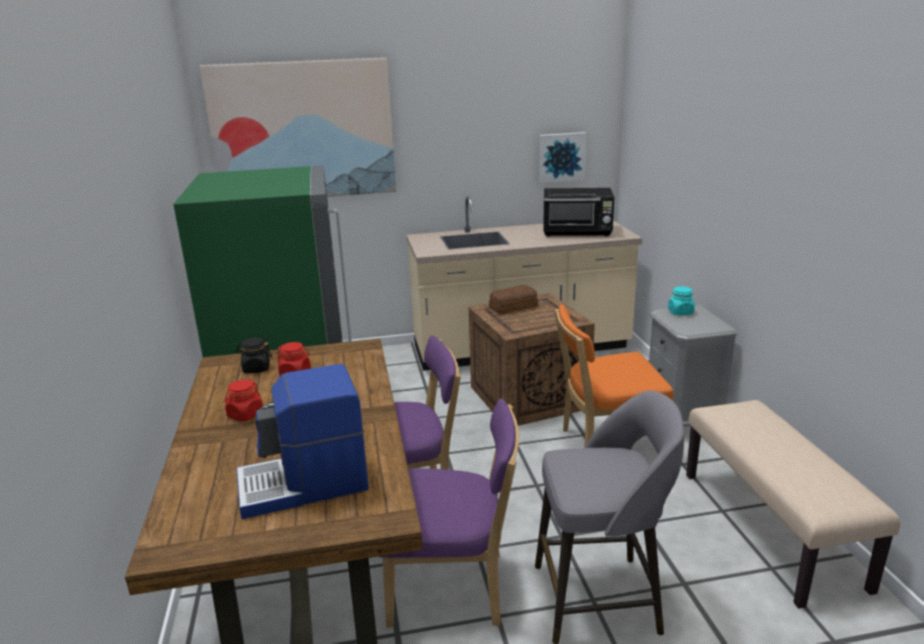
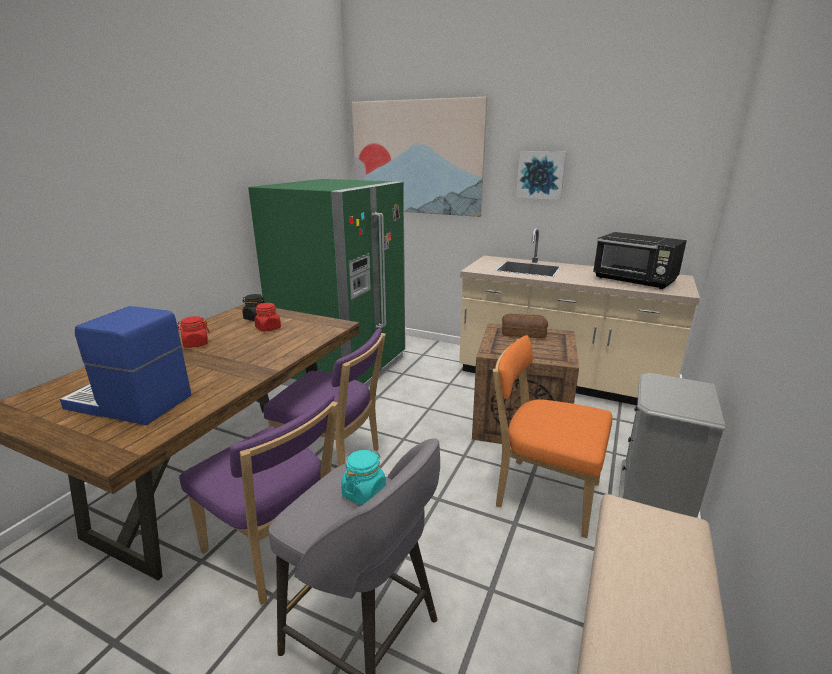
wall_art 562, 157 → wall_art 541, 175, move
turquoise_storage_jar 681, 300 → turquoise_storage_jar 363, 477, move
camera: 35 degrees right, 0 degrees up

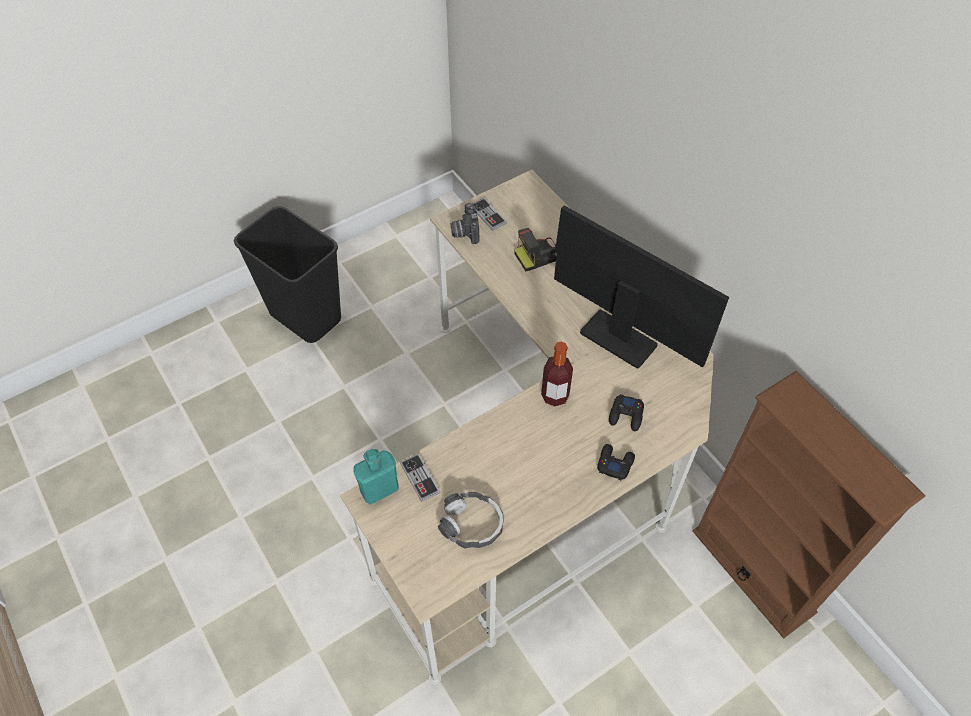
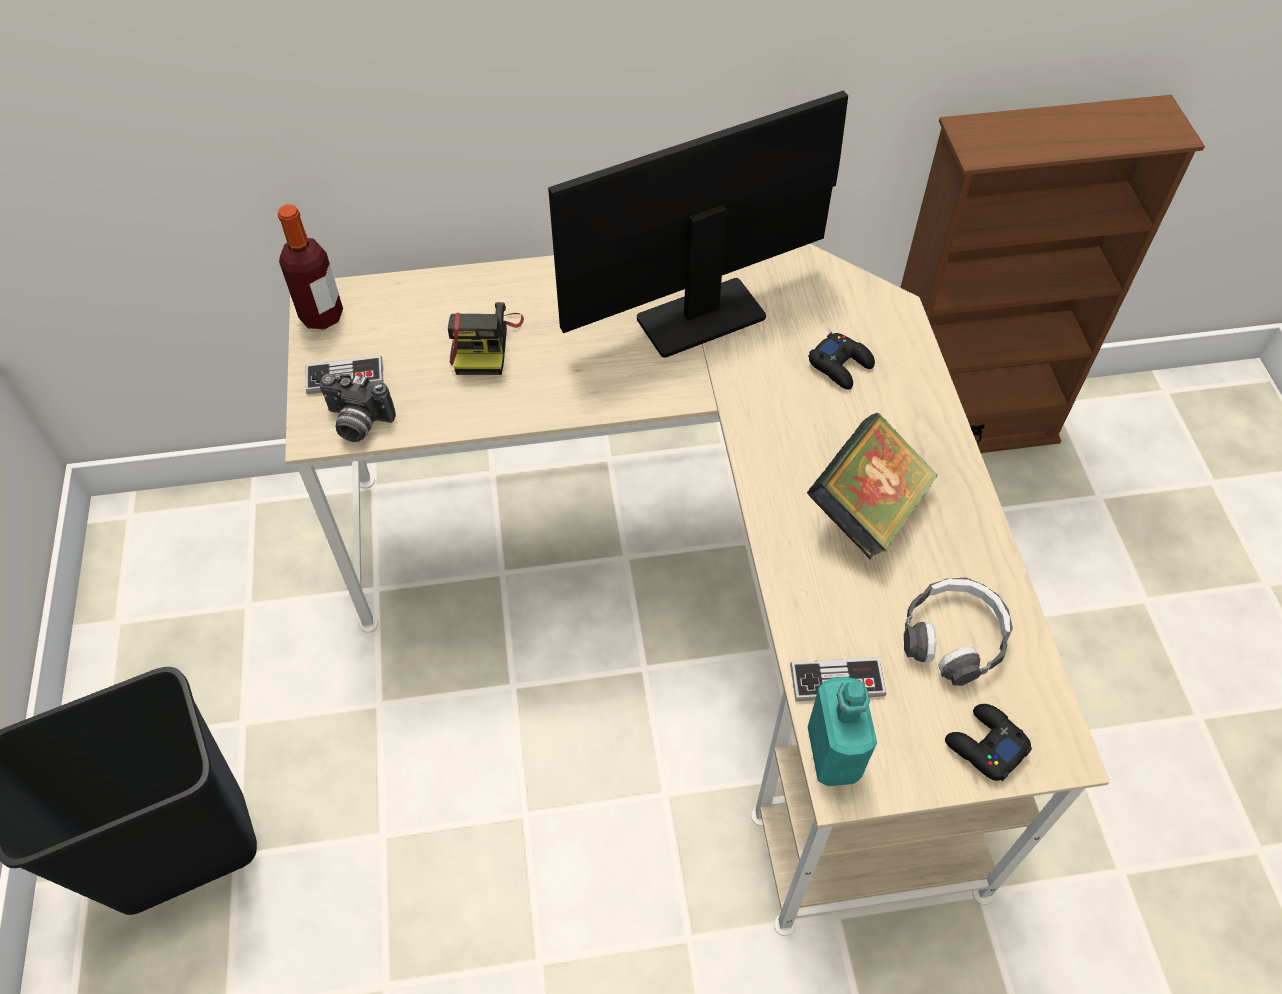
beverage_bottle 557, 374 → beverage_bottle 310, 267, move
black-coloured_game_controller 616, 462 → black-coloured_game_controller 989, 742, move
- → bound_book 872, 486
camera: 65 degrees left, 0 degrees up

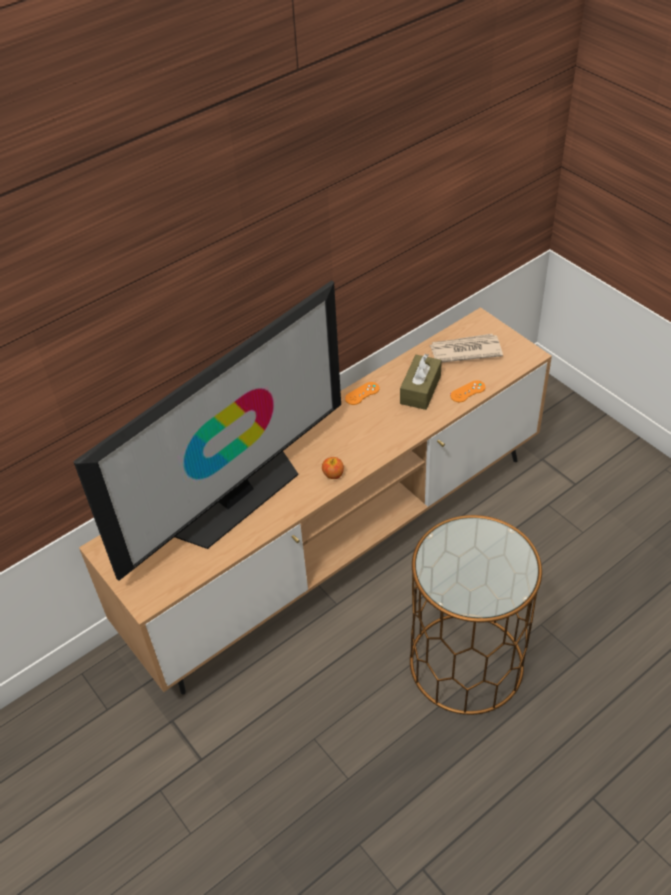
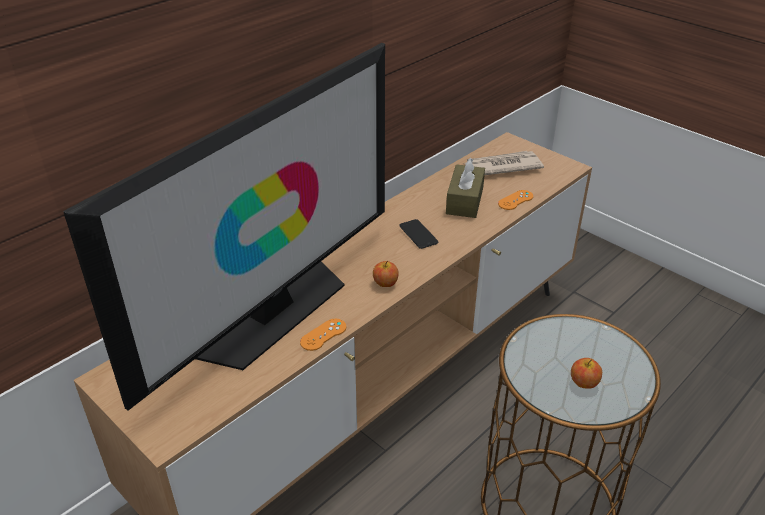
orange-coloured_game_controller 362, 393 → orange-coloured_game_controller 323, 335, move
- → phone 418, 234
- → whole_apple 586, 373
camera: 10 degrees left, 10 degrees down

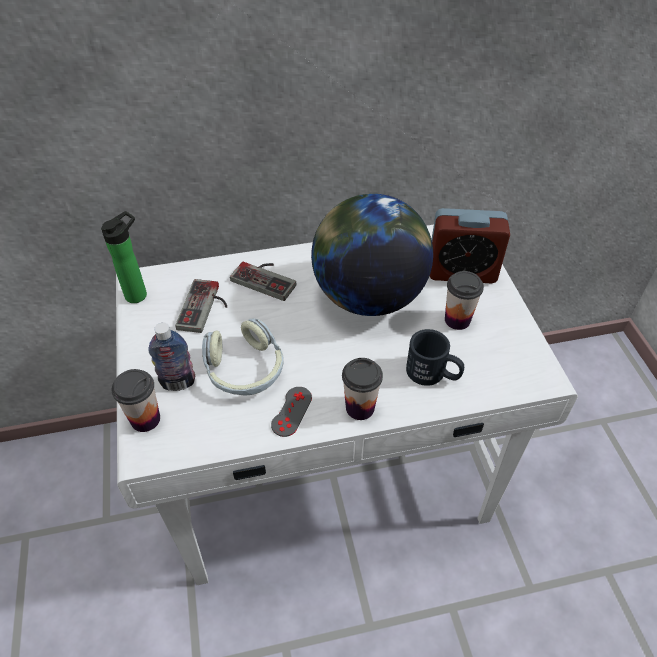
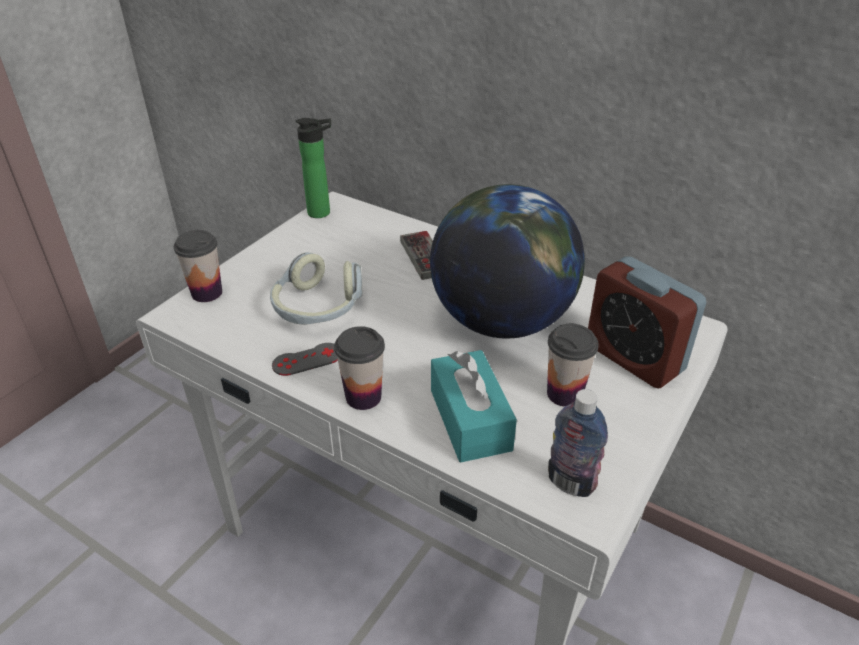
game_controller 201, 306 → -
beverage_bottle 172, 357 → beverage_bottle 578, 443, move
black-coloured_mug 435, 357 → turquoise_tissue_holder 474, 406
camera: 45 degrees right, 10 degrees down

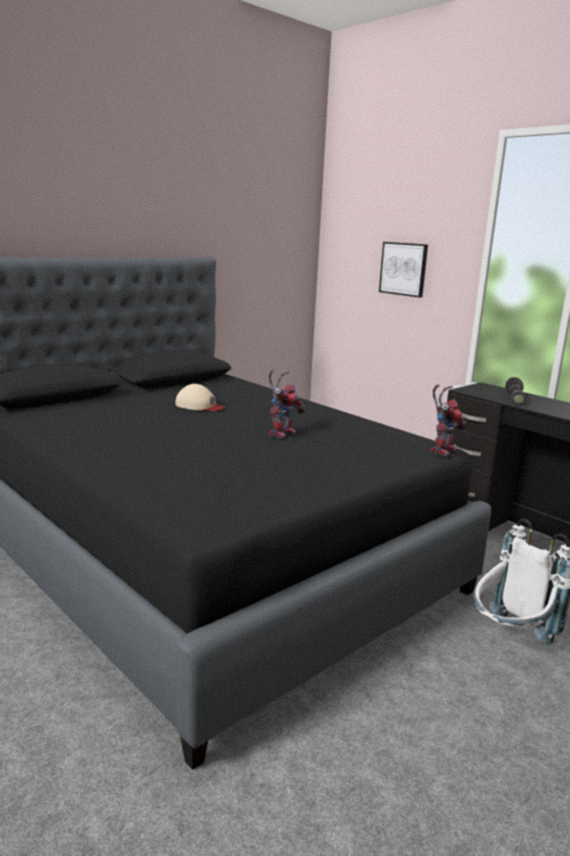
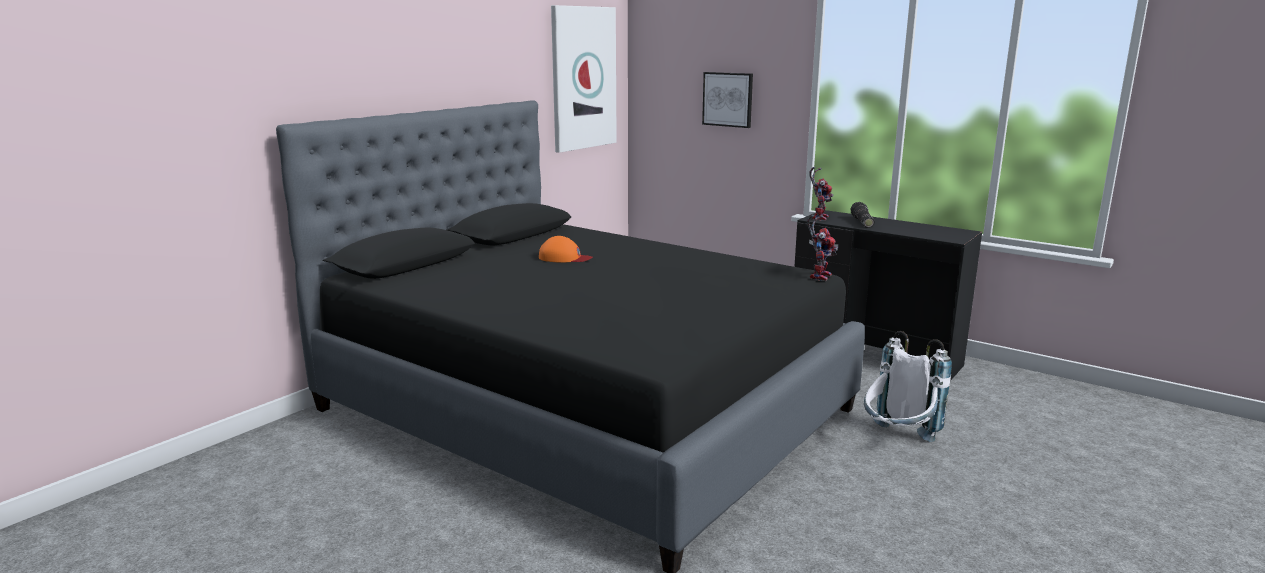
toy_robot 287, 404 → toy_robot 821, 194, move
beige_baseball_cap 200, 397 → orange-coloured_baseball_cap 565, 249
- → wall_art 584, 79
camera: 10 degrees left, 0 degrees up

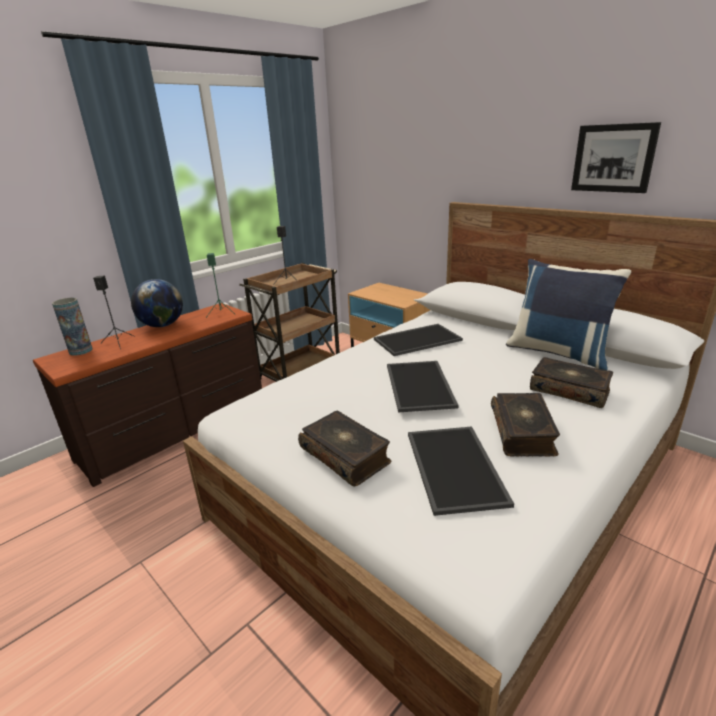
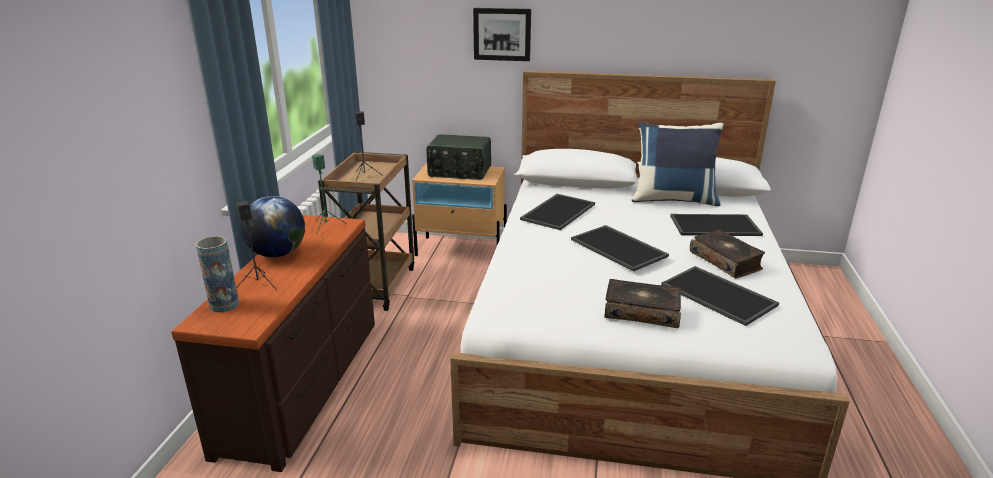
wall_art 616, 157 → wall_art 502, 34, move
bound_book 571, 382 → serving_tray 716, 225
- → radio_receiver 458, 157
camera: 35 degrees left, 0 degrees up

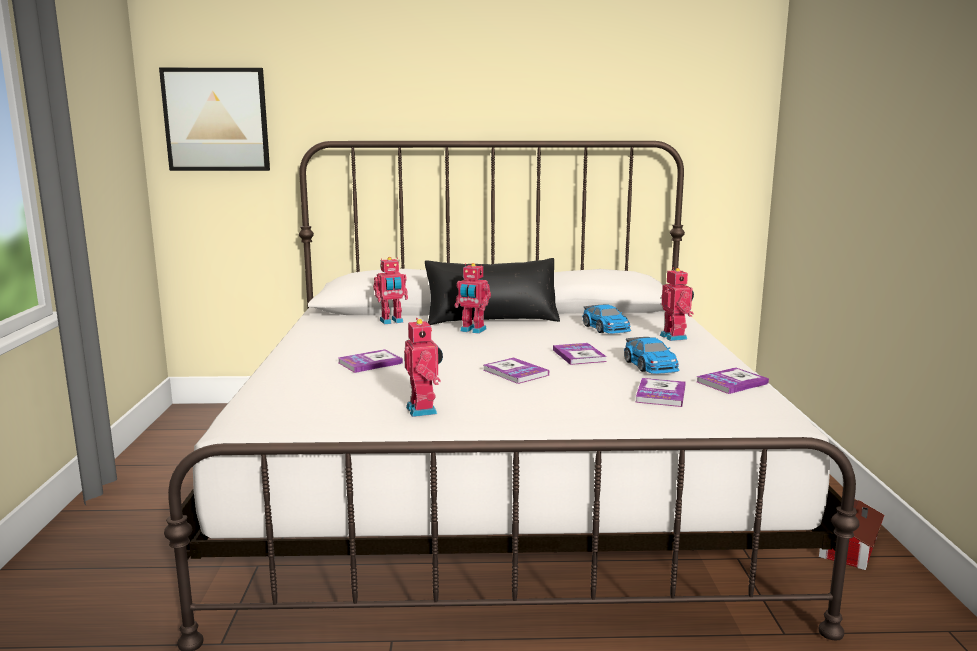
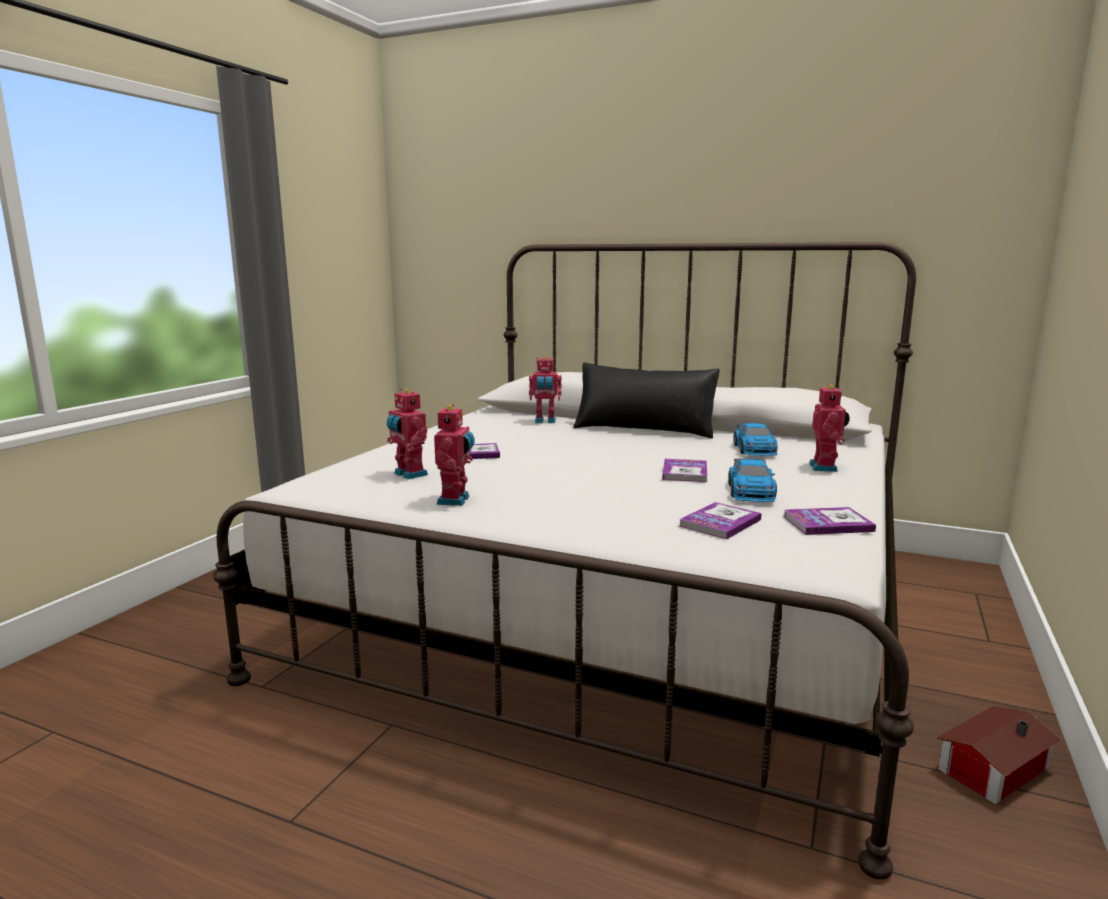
wall_art 214, 119 → -
toy_robot 473, 298 → toy_robot 407, 434, move
bound_book 516, 370 → -
camera: 25 degrees right, 0 degrees up

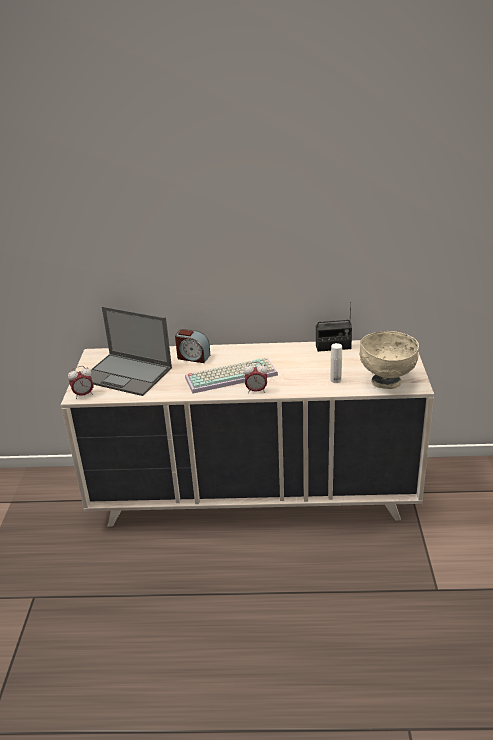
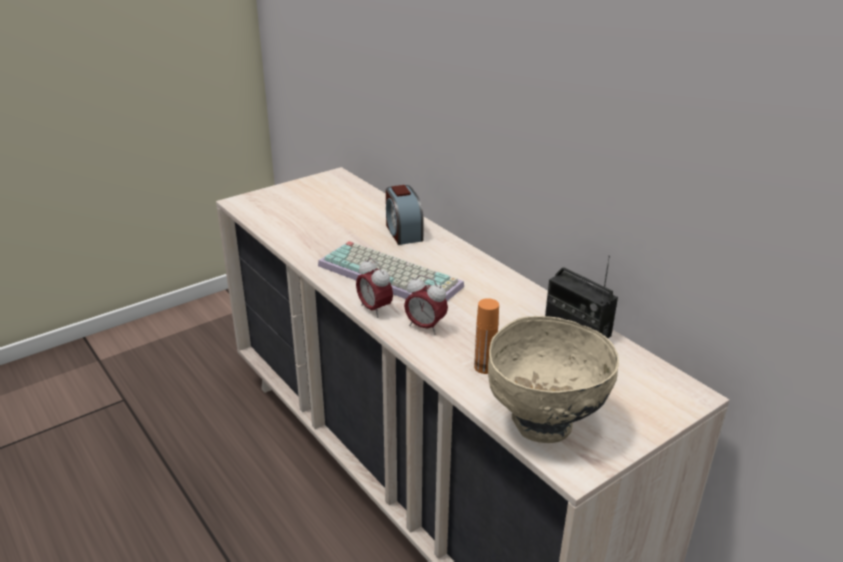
laptop 131, 351 → -
whitish_beverage_bottle 336, 363 → orange-coloured_beverage_bottle 486, 336
alarm_clock 81, 382 → alarm_clock 426, 305, move
camera: 50 degrees right, 0 degrees up

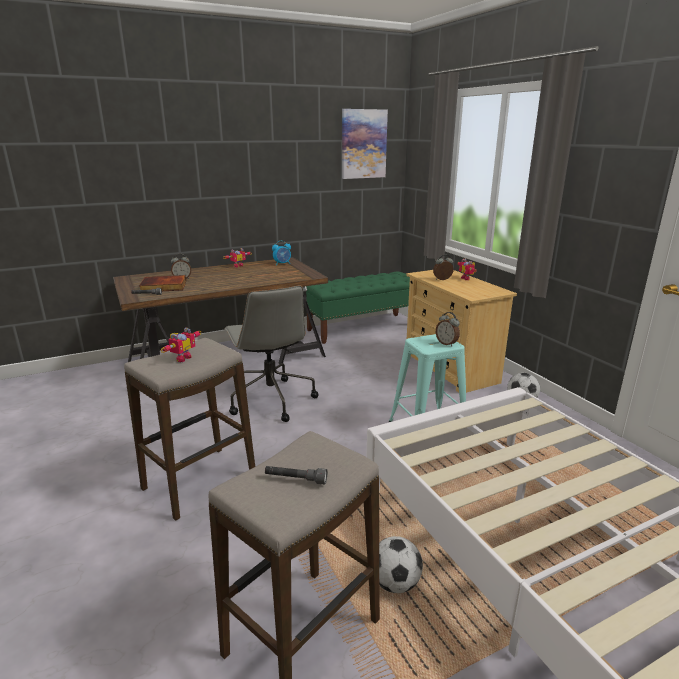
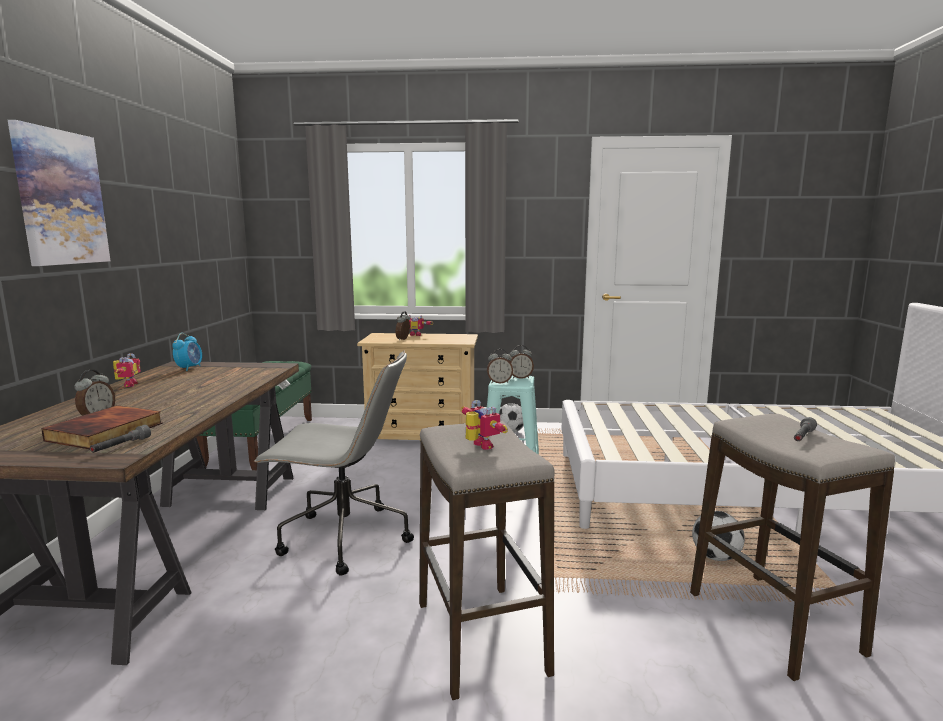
wall_art 365, 144 → wall_art 59, 193, move
- → alarm_clock 500, 366
camera: 60 degrees left, 10 degrees down

